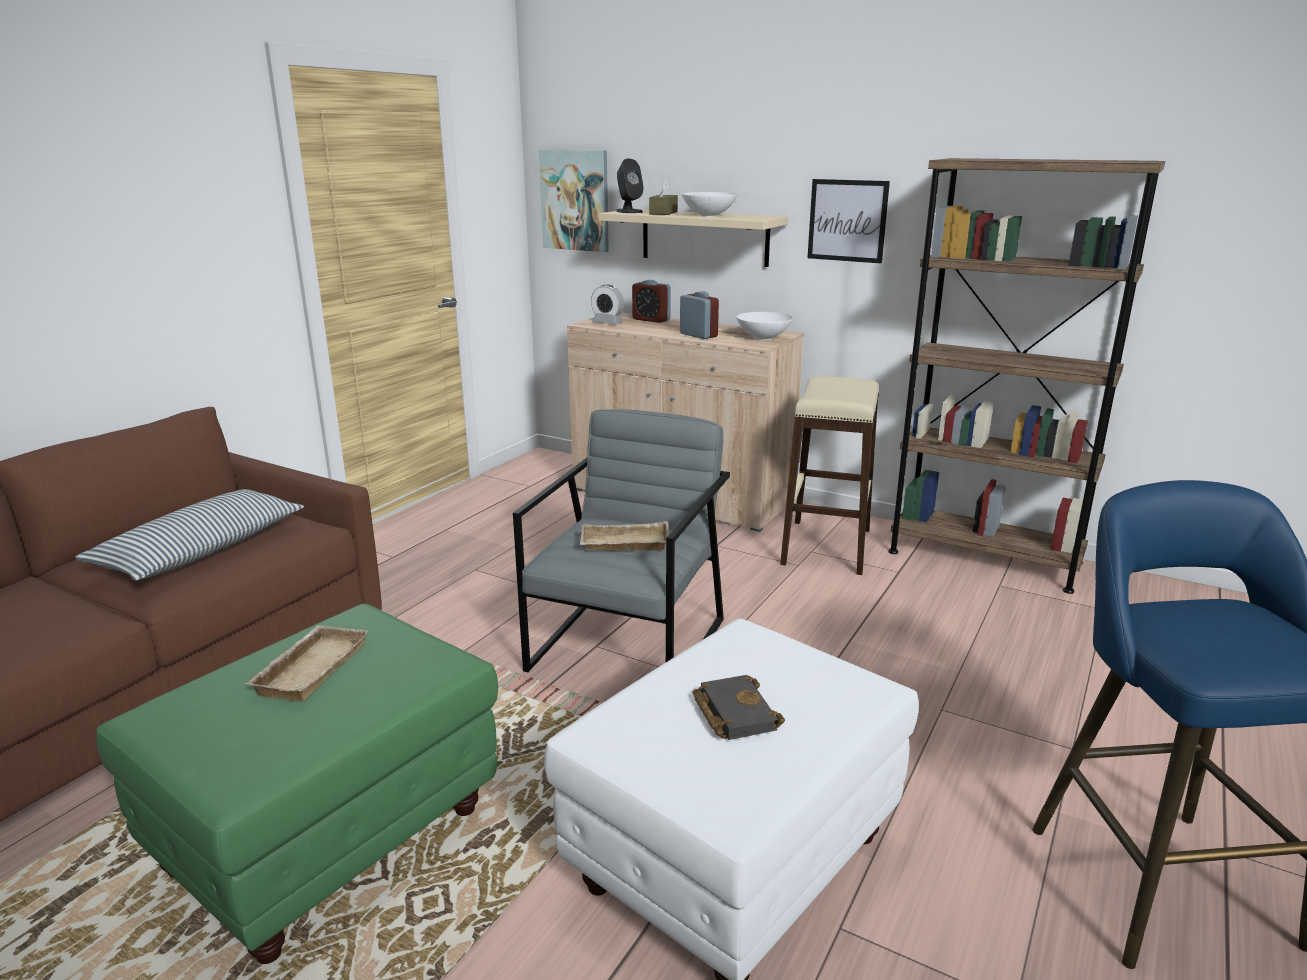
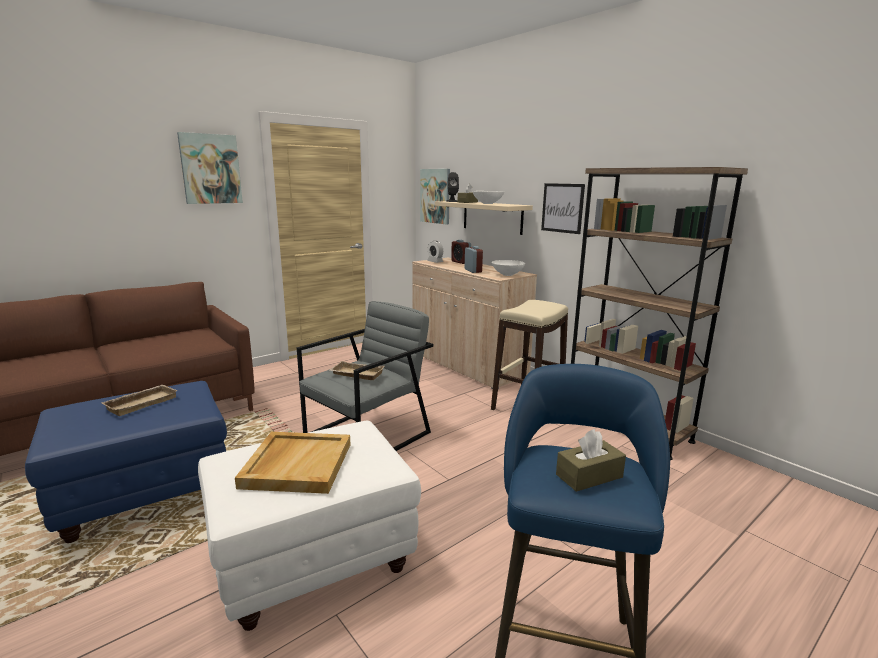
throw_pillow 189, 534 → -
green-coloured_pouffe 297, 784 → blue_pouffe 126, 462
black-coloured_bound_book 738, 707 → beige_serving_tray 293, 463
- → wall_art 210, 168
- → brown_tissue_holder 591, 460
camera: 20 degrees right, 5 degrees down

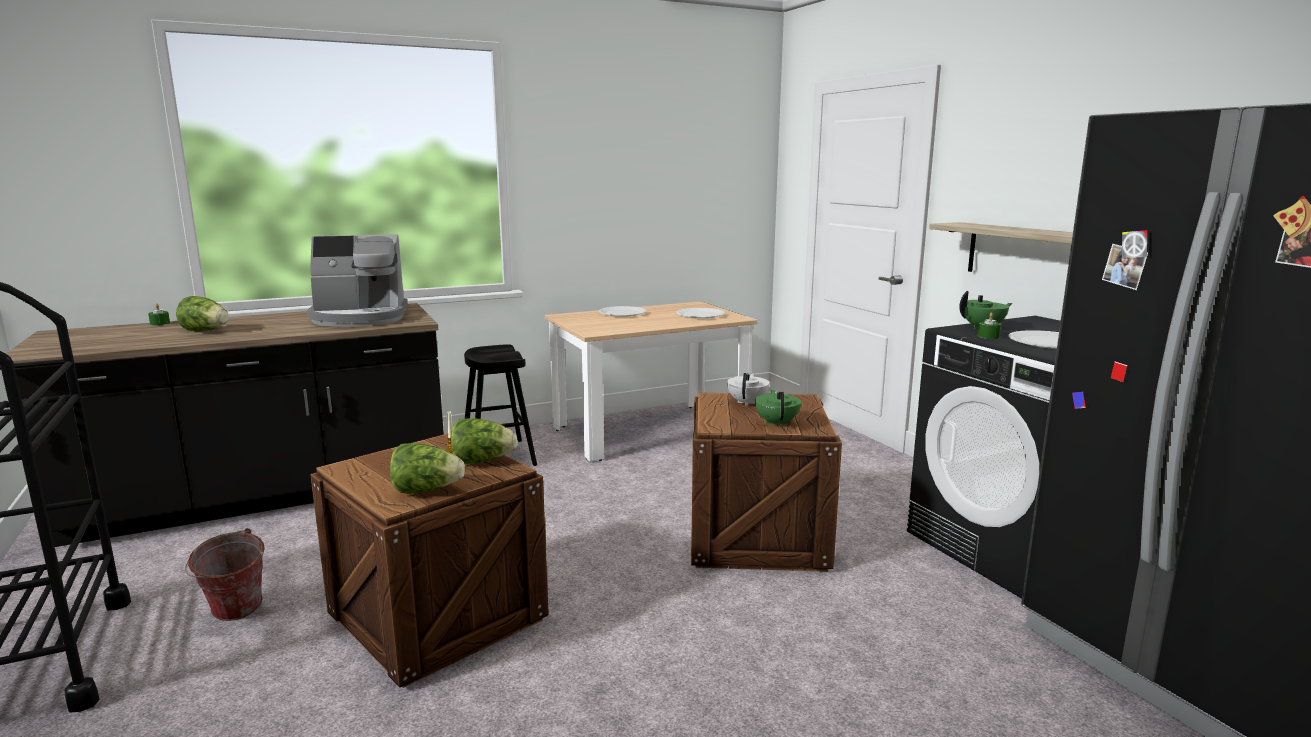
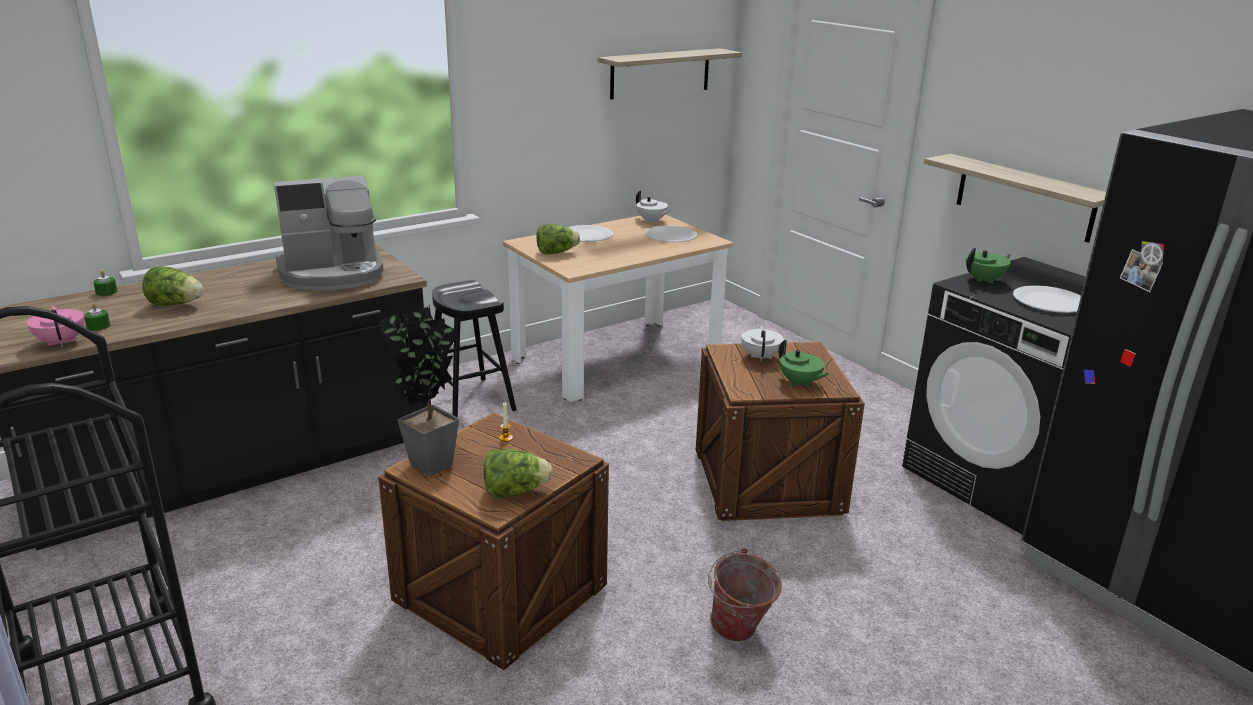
green-coloured_candle 989, 326 → green-coloured_candle 97, 317, move
green-coloured_tea_pot 778, 408 → green-coloured_tea_pot 804, 363, 150 degrees clockwise
lettuce 484, 441 → lettuce 558, 239, move
pail 225, 574 → pail 744, 594, move
- → shelf 670, 73
- → whitish_tea_pot 653, 207
- → potted_plant 419, 389
- → pinkish_tea_pot 55, 326
camera: 10 degrees left, 10 degrees up

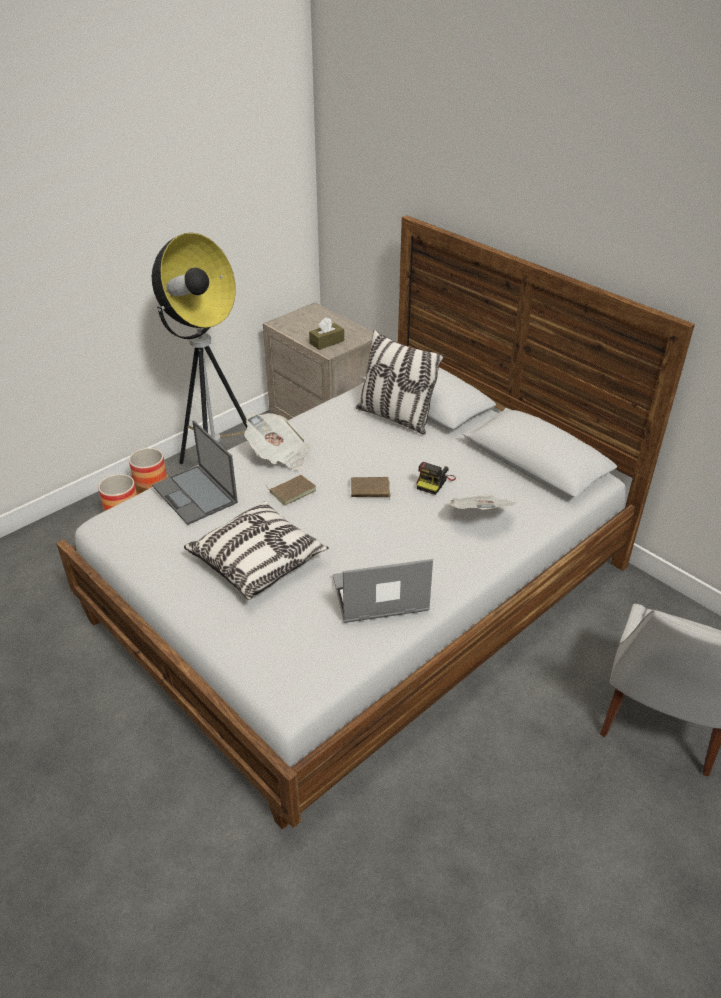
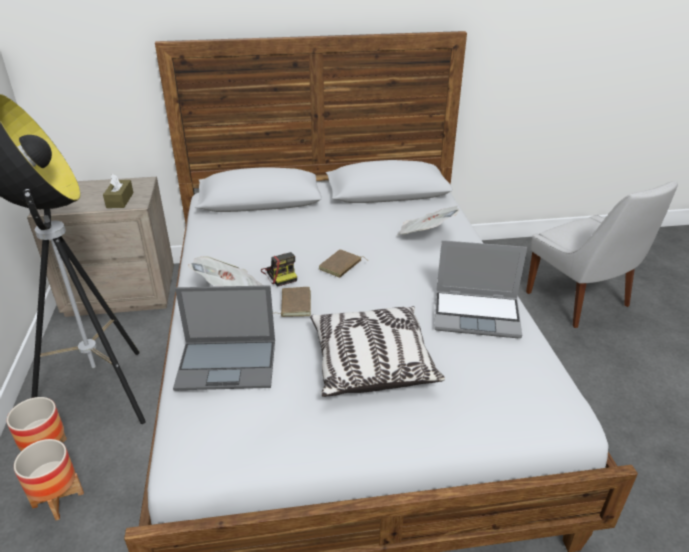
throw_pillow 400, 382 → -
photo_camera 436, 478 → photo_camera 279, 269, move
laptop 383, 591 → laptop 480, 289, 105 degrees counterclockwise
camera: 55 degrees left, 5 degrees down

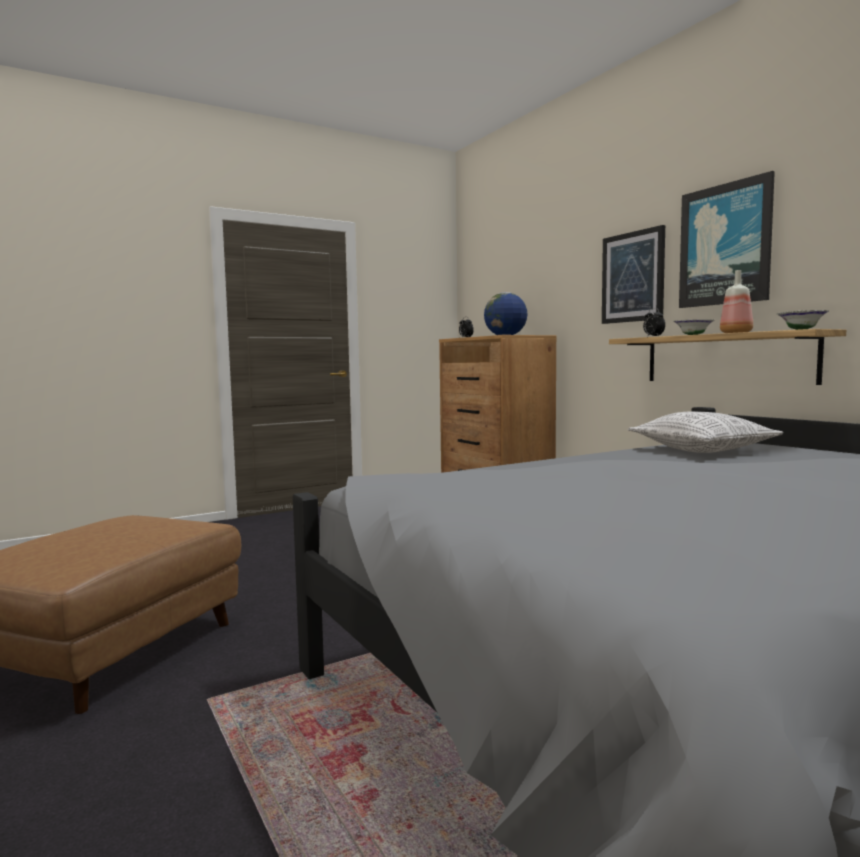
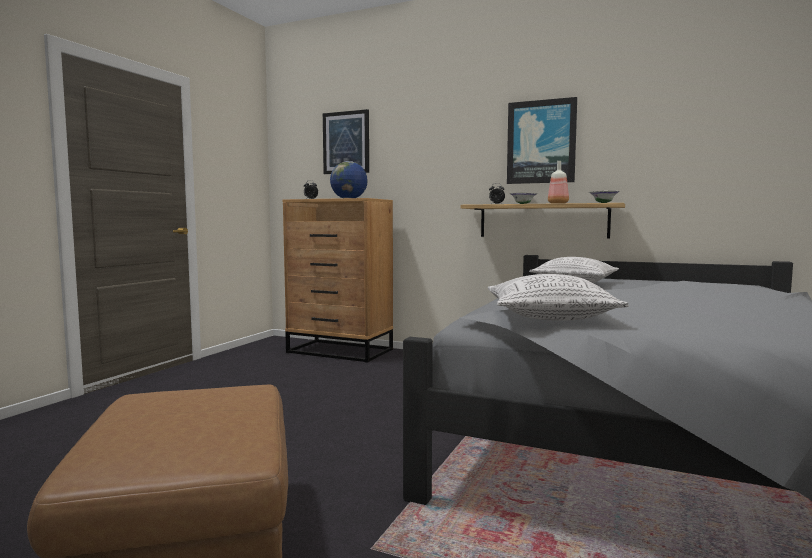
wall_art 633, 274 → wall_art 346, 141, move
- → throw_pillow 558, 297
camera: 35 degrees left, 0 degrees up

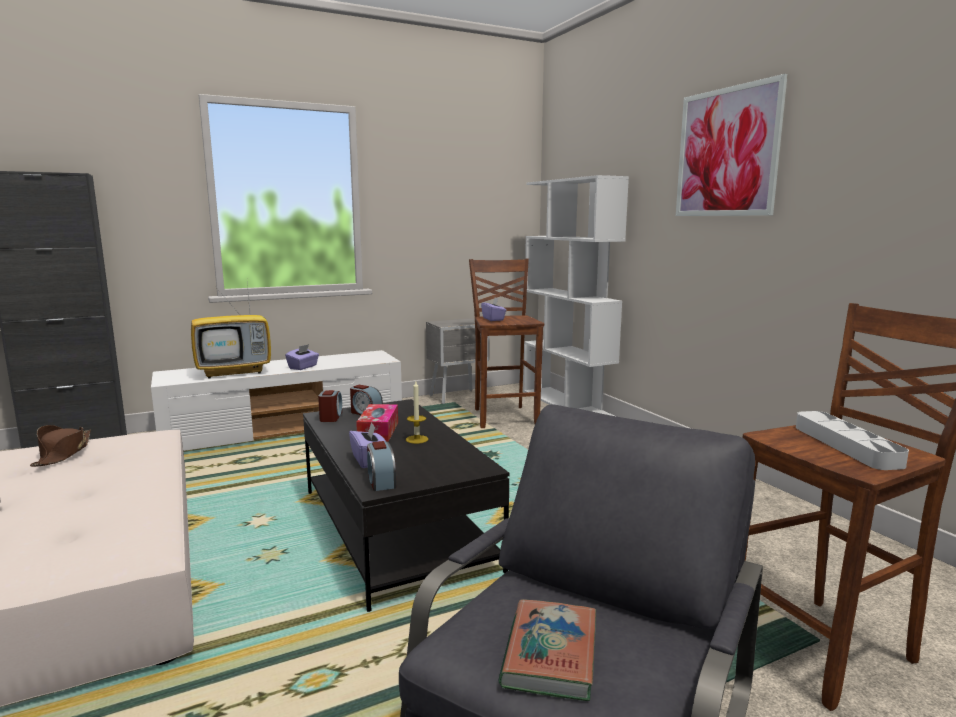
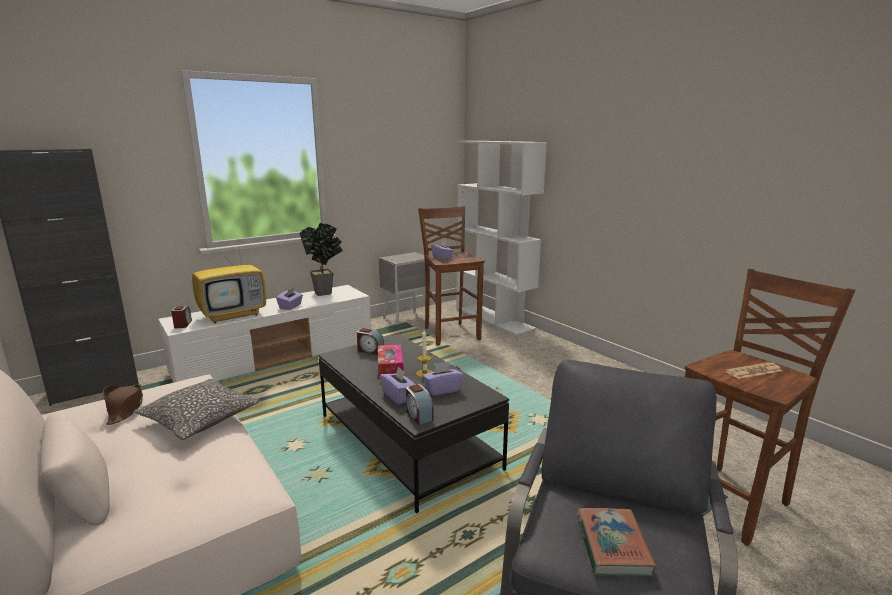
wall_art 732, 145 → -
alarm_clock 330, 406 → alarm_clock 181, 317, move
grey_serving_tray 852, 440 → printed_paper 754, 370
- → potted_plant 321, 259
- → purple_tissue_holder 442, 379
- → throw_pillow 197, 409
camera: 10 degrees left, 5 degrees up

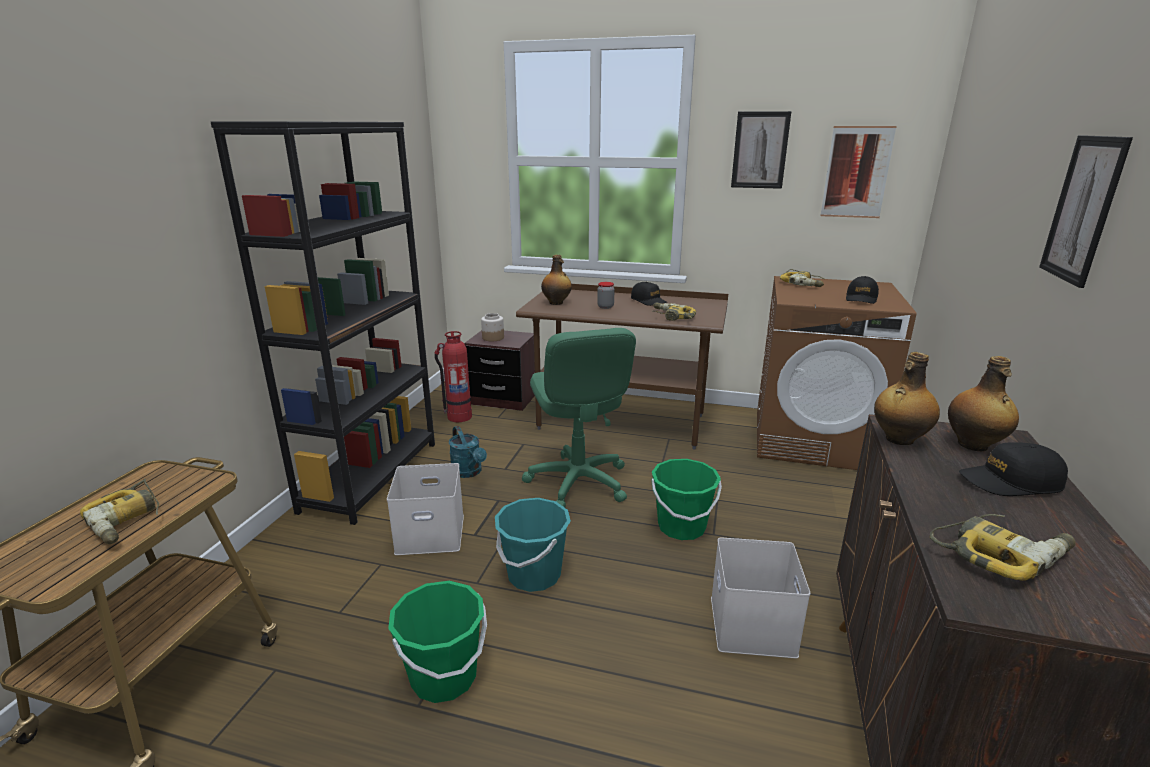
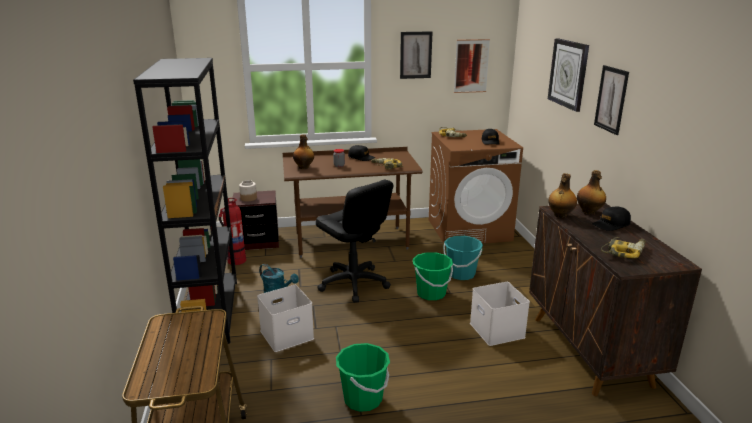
green-coloured_desk_chair 579, 418 → black-coloured_desk_chair 354, 241
power_drill 119, 511 → -
turquoise_pail 533, 545 → turquoise_pail 463, 258, move
- → wall_clock 568, 75
camera: 25 degrees left, 0 degrees up

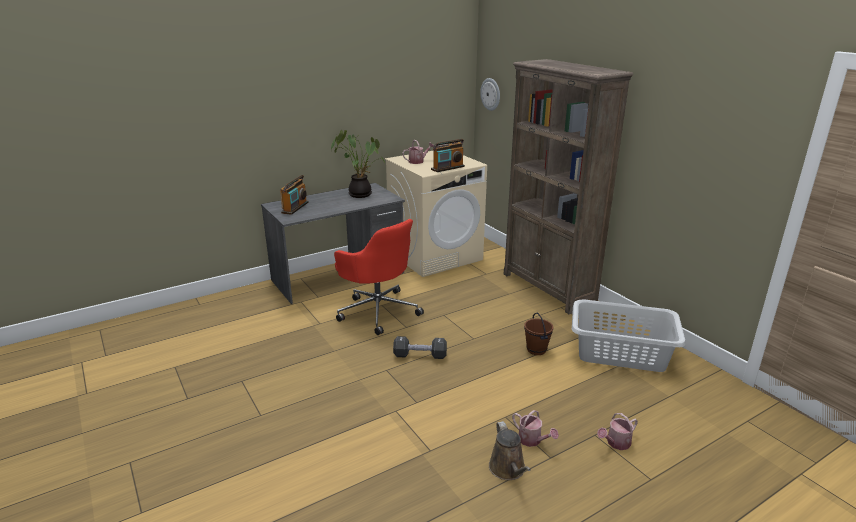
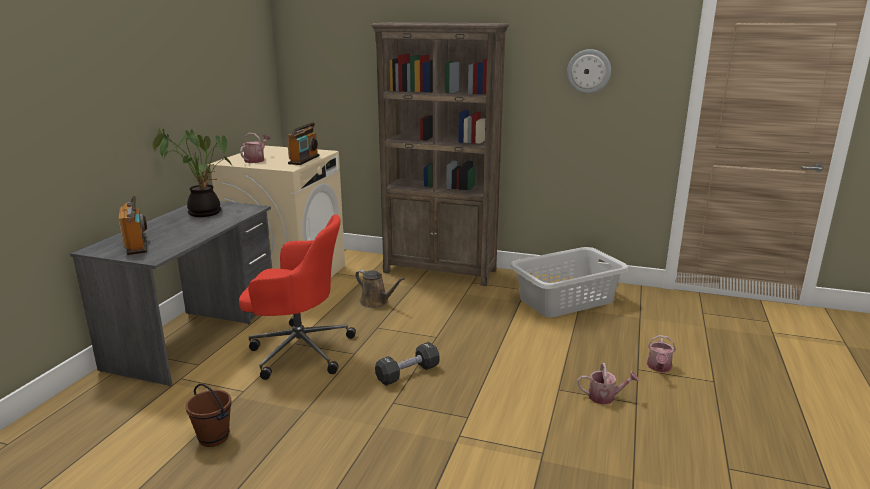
wall_clock 490, 94 → wall_clock 589, 71, move
brown_pail 538, 334 → brown_pail 209, 415, move
brown_watering_can 510, 450 → brown_watering_can 380, 289, move
camera: 40 degrees left, 5 degrees down

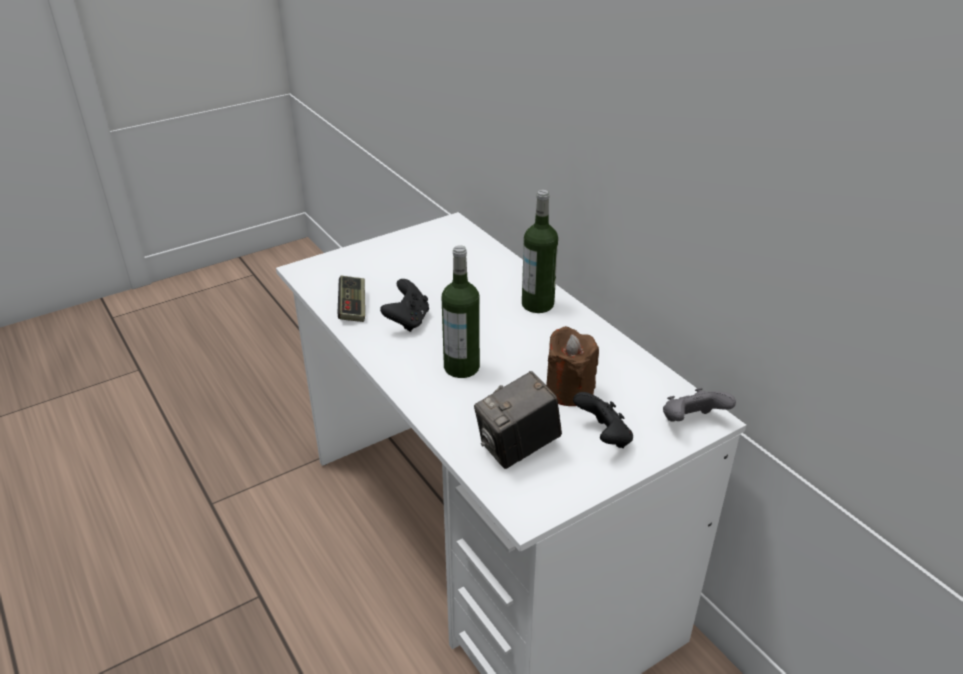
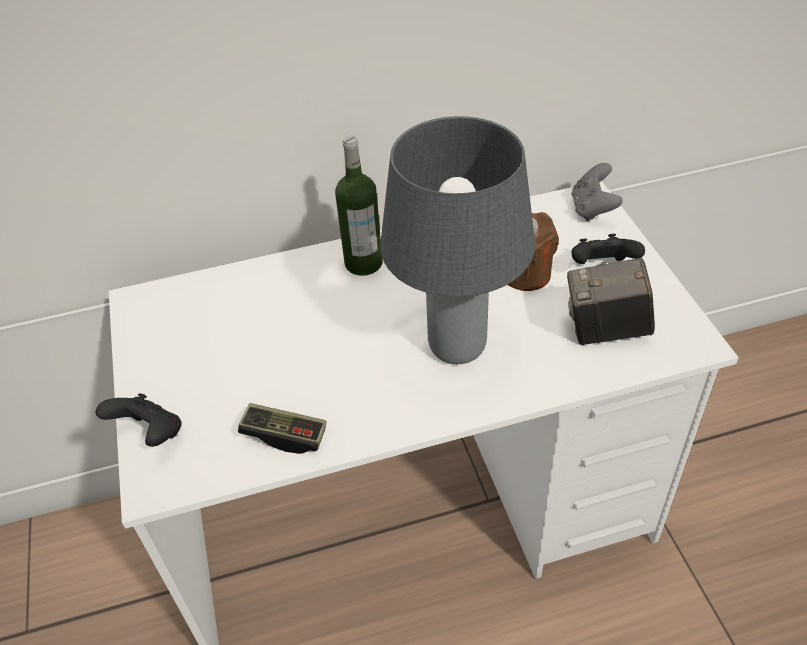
beverage_bottle 461, 311 → grey_tabletop_lamp 457, 240
black-coloured_game_controller 404, 305 → black-coloured_game_controller 139, 420, move
photo_camera 518, 420 → photo_camera 611, 301, 105 degrees clockwise
camera: 70 degrees left, 10 degrees up

